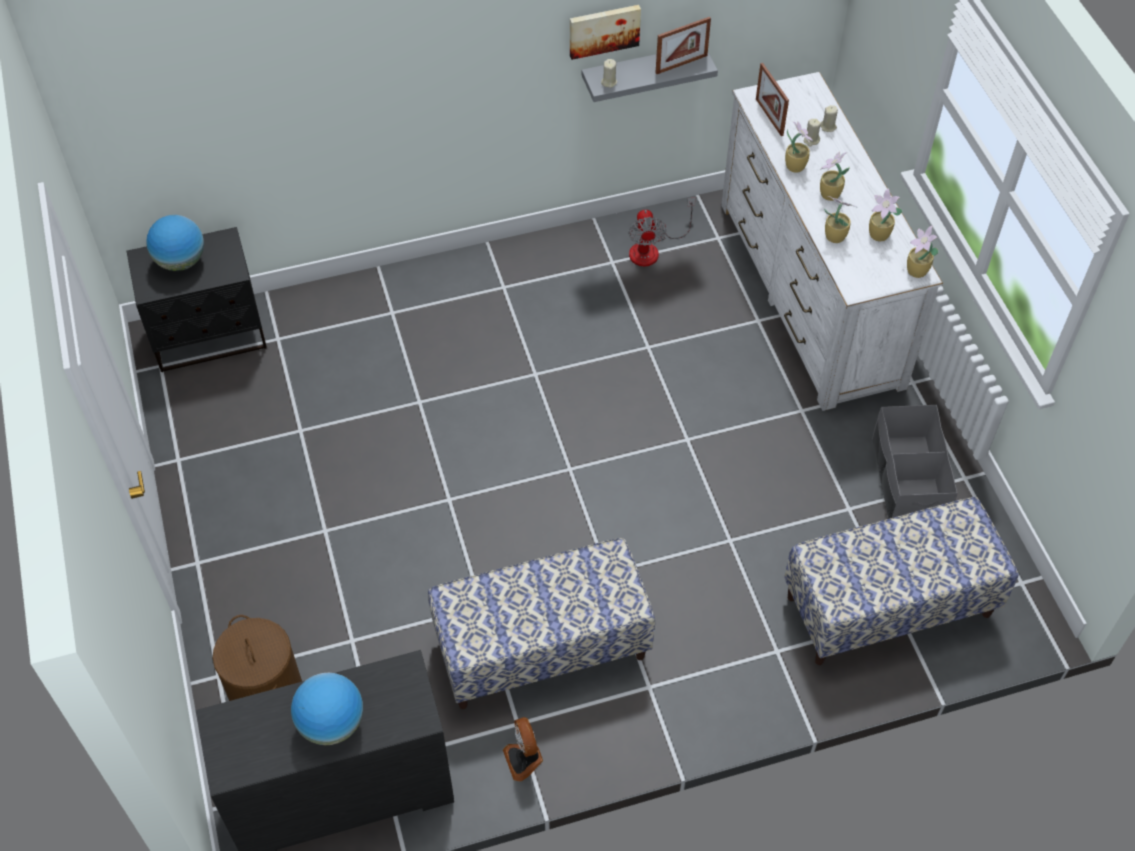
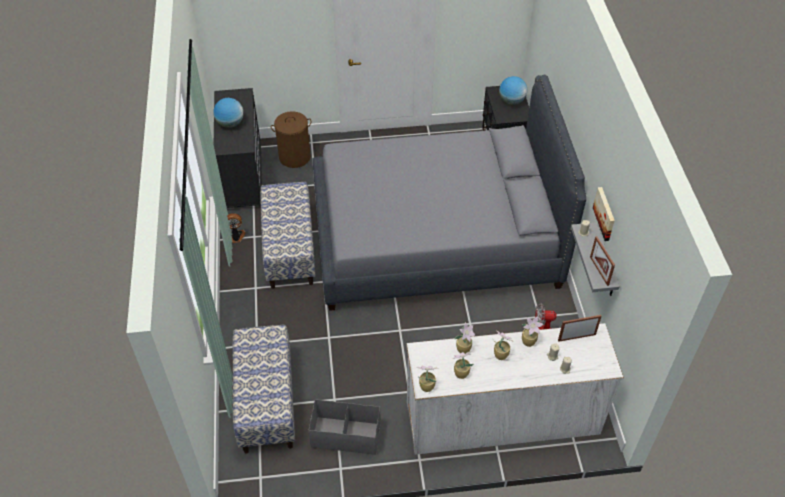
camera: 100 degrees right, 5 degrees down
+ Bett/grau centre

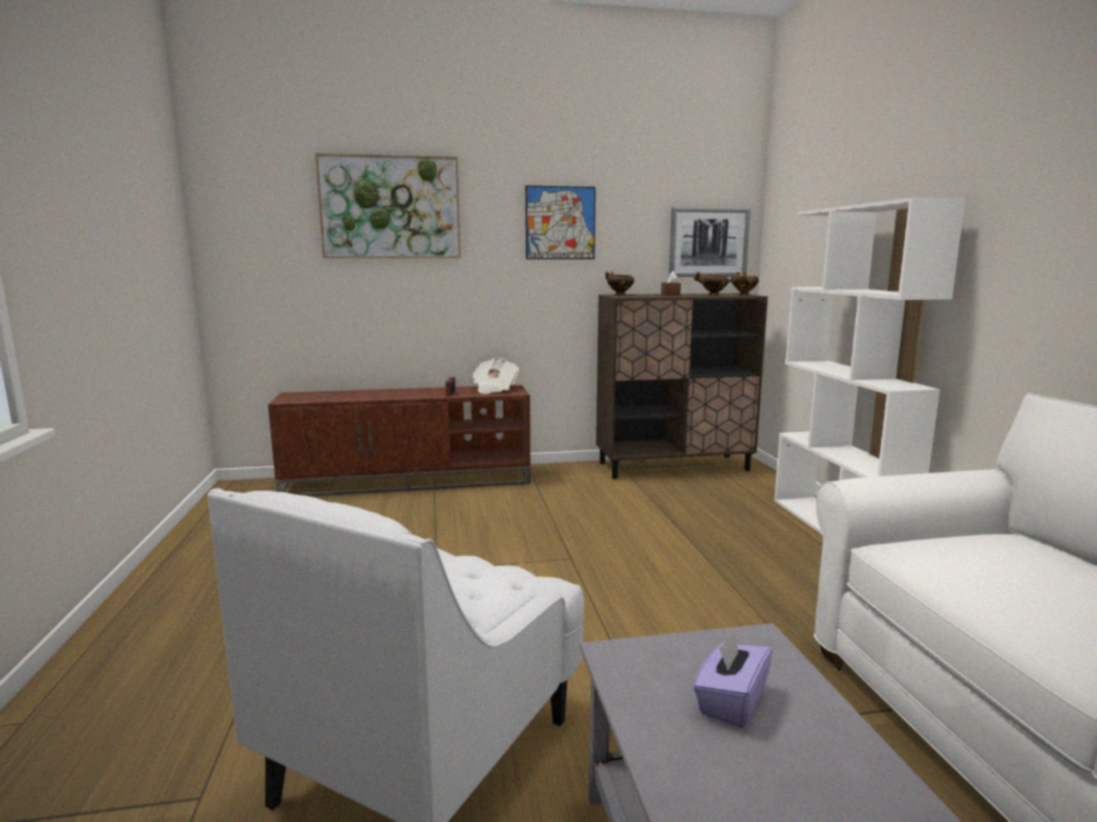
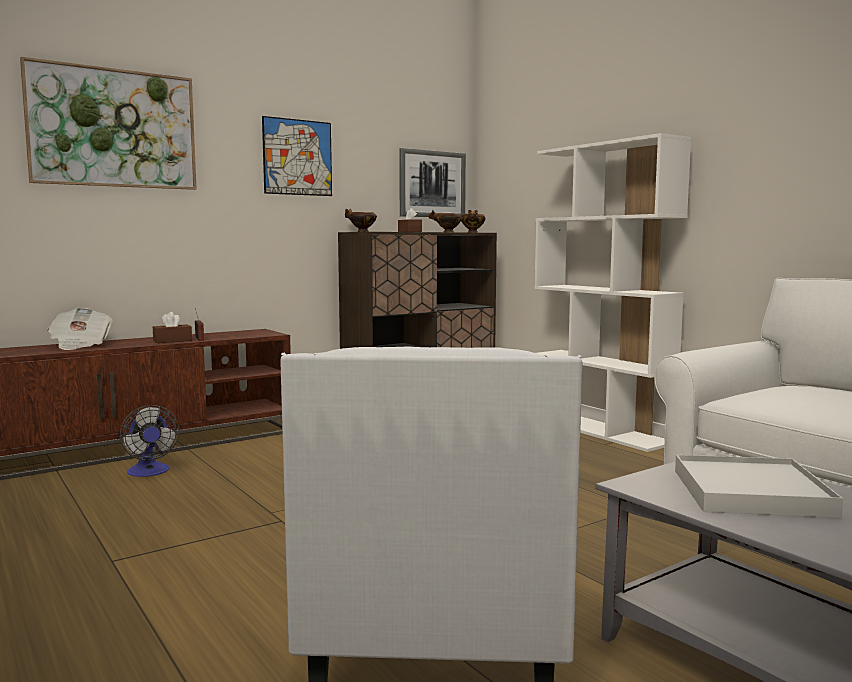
camera: 25 degrees left, 5 degrees down
~ Zeitung centre to middle left
~ Taschentuchbox/lila bottom right to Tablett/weiß bottom right
+ Ventilator middle left
+ Taschentuchbox/braun (1st from left) middle left

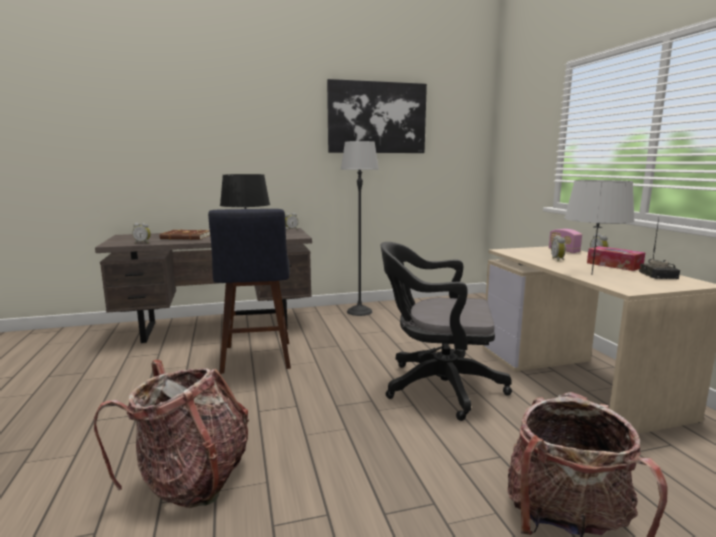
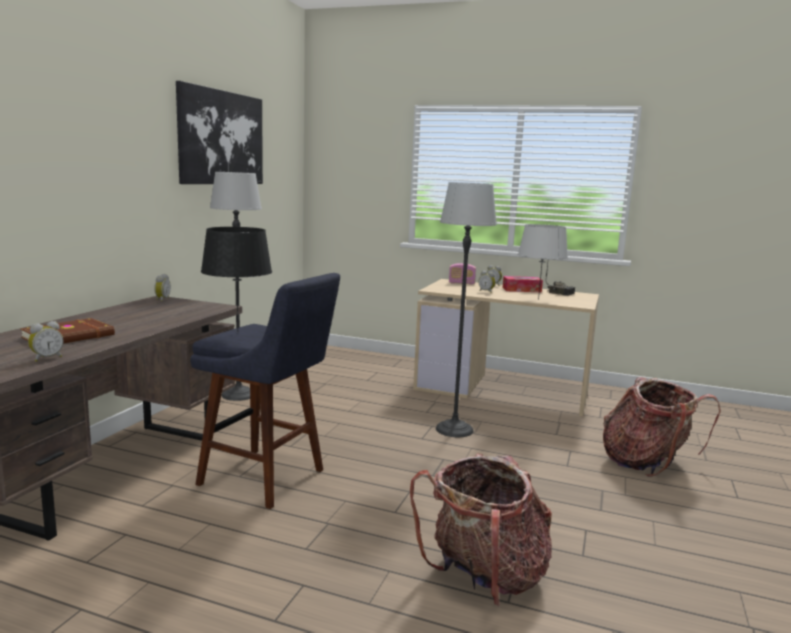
camera: 55 degrees left, 0 degrees up
~ Bürostuhl/schwarz centre to Stehlampe (2nd from left) centre

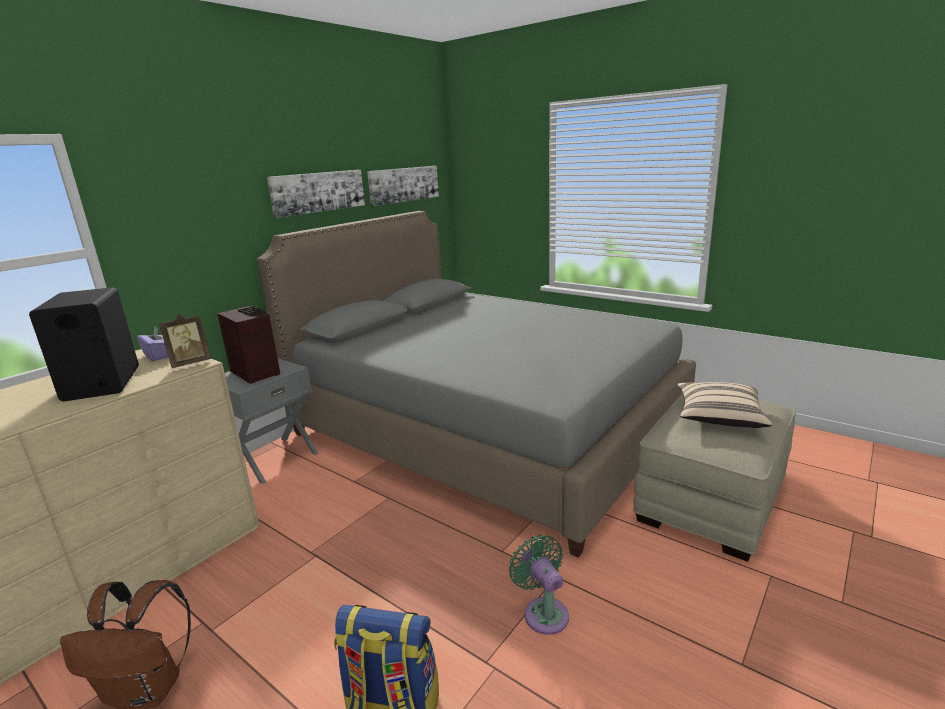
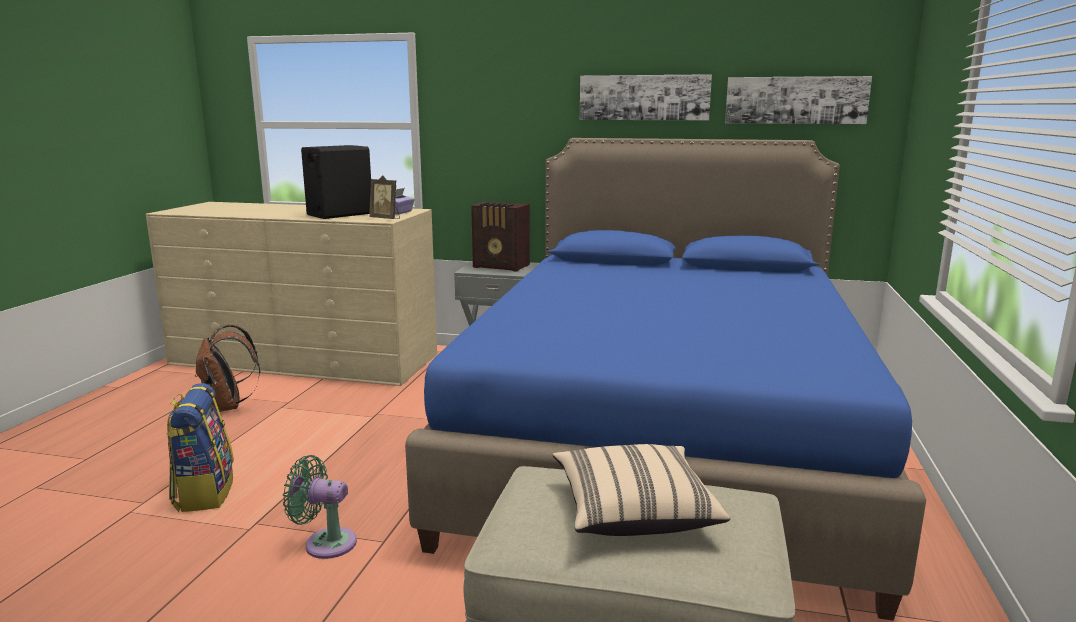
camera: 65 degrees right, 5 degrees down
~ Radio middle left = centre 90 degrees clockwise
~ Bett/grau centre to Bett/blau centre
~ Ventilator/grün bottom centre = bottom left 120 degrees counterclockwise

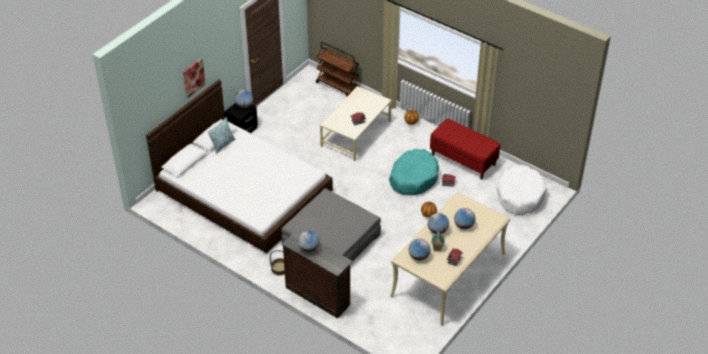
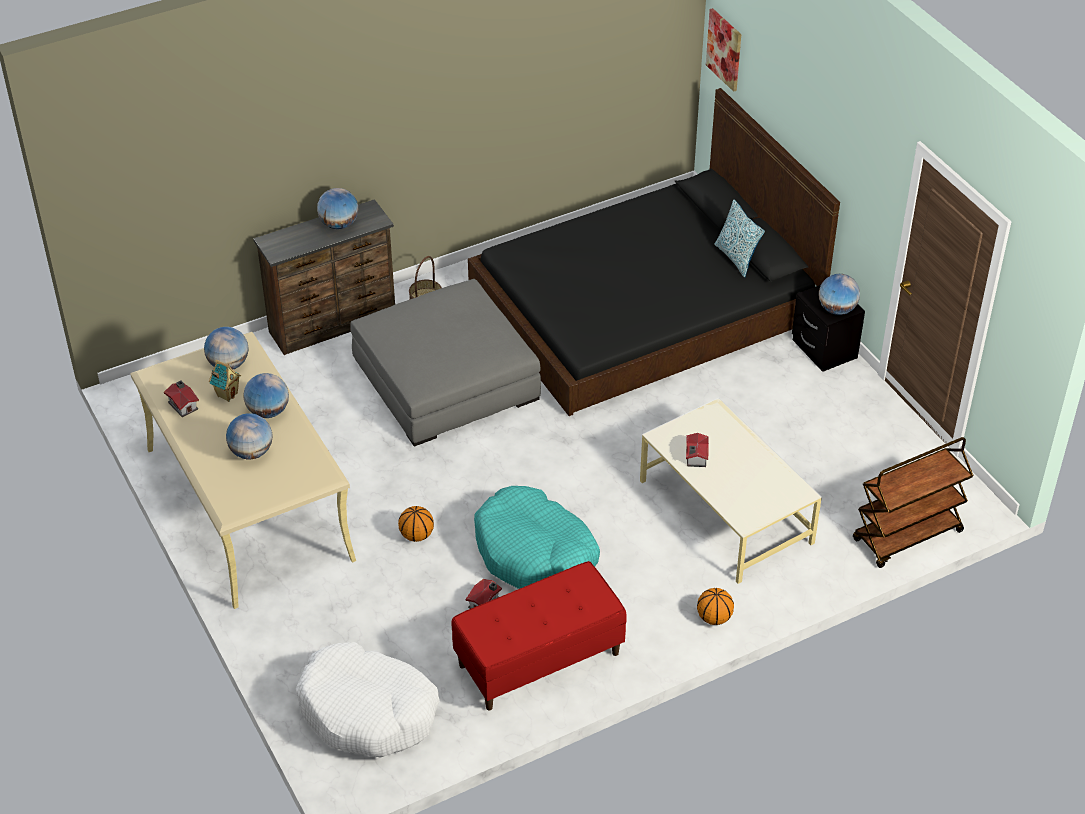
camera: 115 degrees right, 0 degrees up
~ Bett/weiß centre to Bett/schwarz top centre
~ Bild top left to top centre

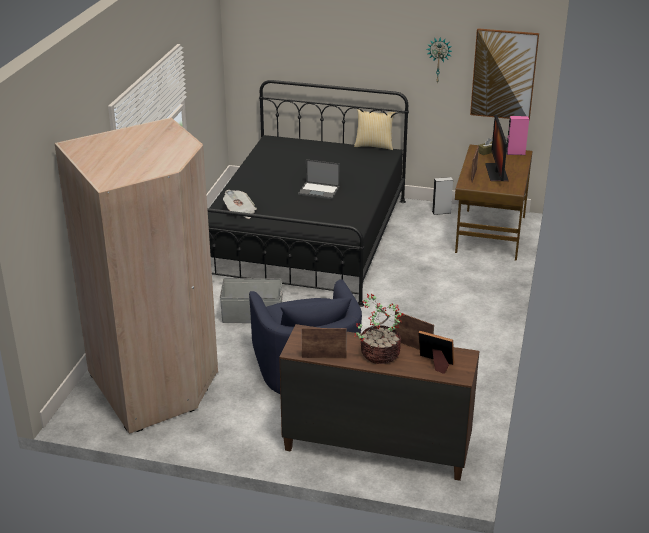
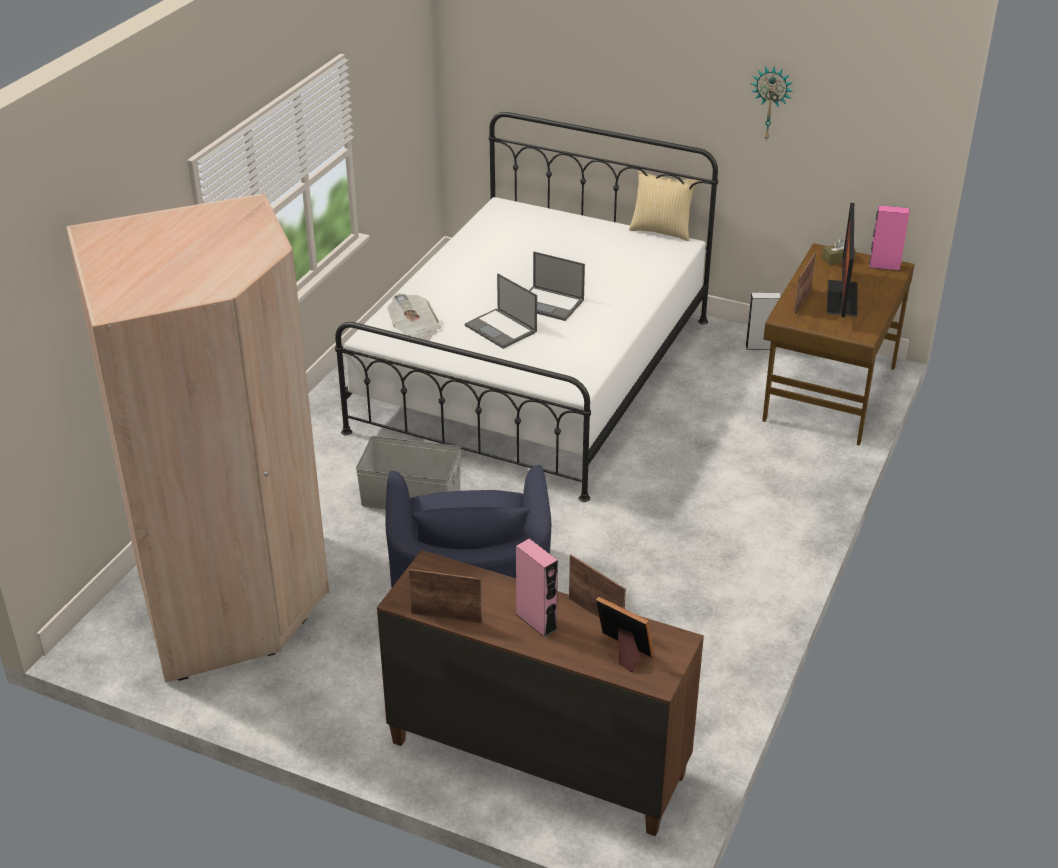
camera: 10 degrees right, 5 degrees up
~ Bett/schwarz centre to Bett/weiß centre
~ Topfpflanze centre to Lautsprecher/rosa (1st from left) bottom centre
- Bild top right
+ Laptop (1st from left) centre

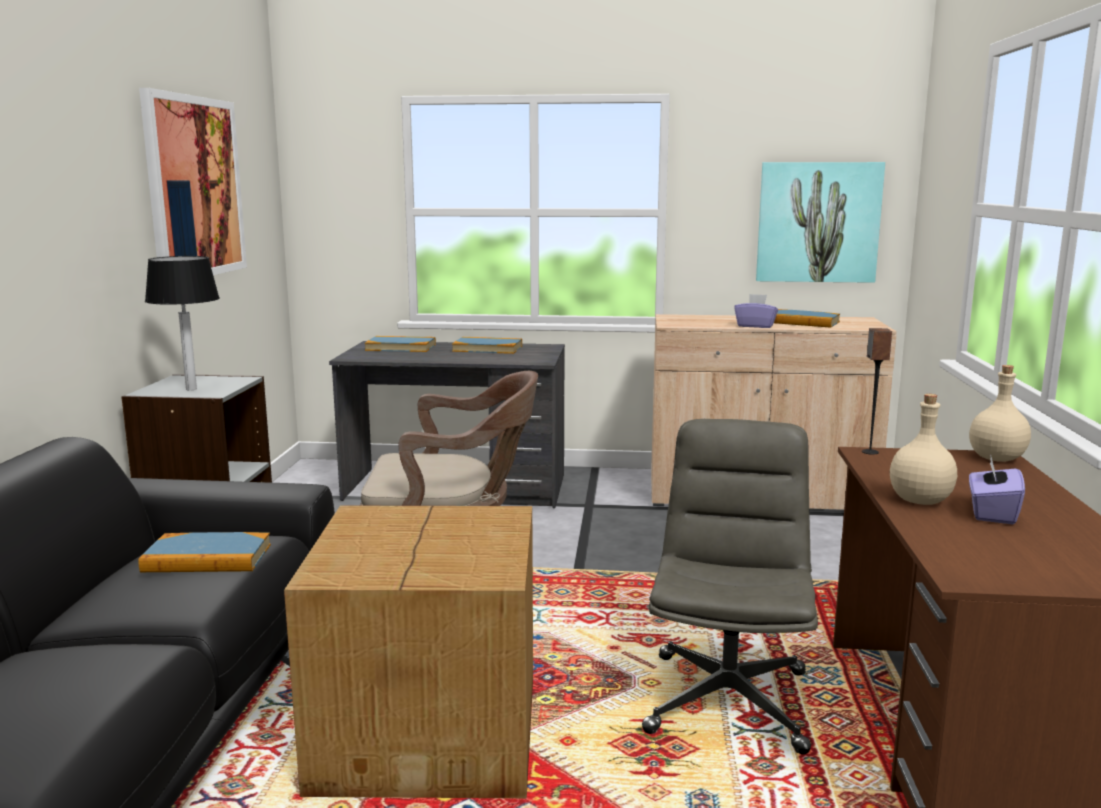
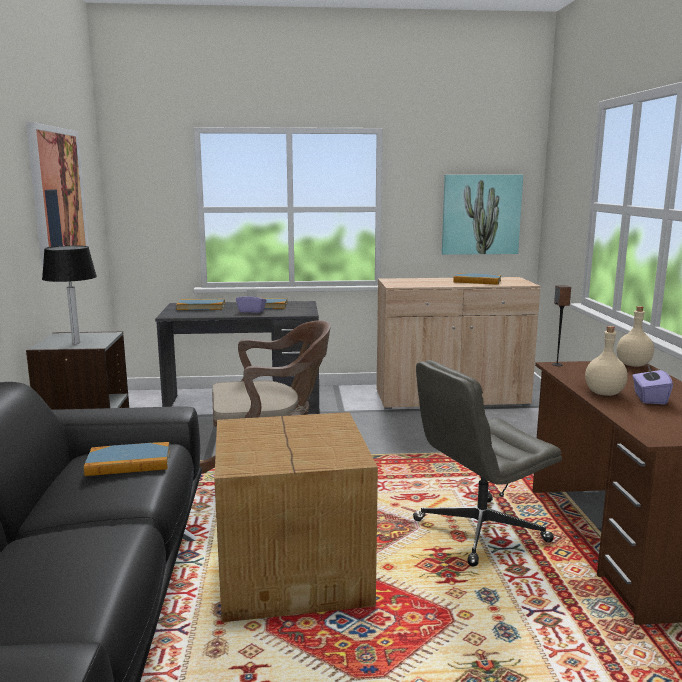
camera: 10 degrees left, 0 degrees up
~ Bürostuhl/grau bottom centre = bottom right 120 degrees counterclockwise
~ Taschentuchbox/lila (1st from left) middle right to centre

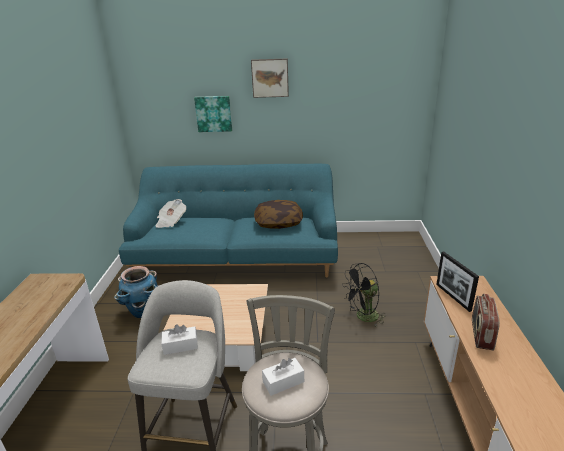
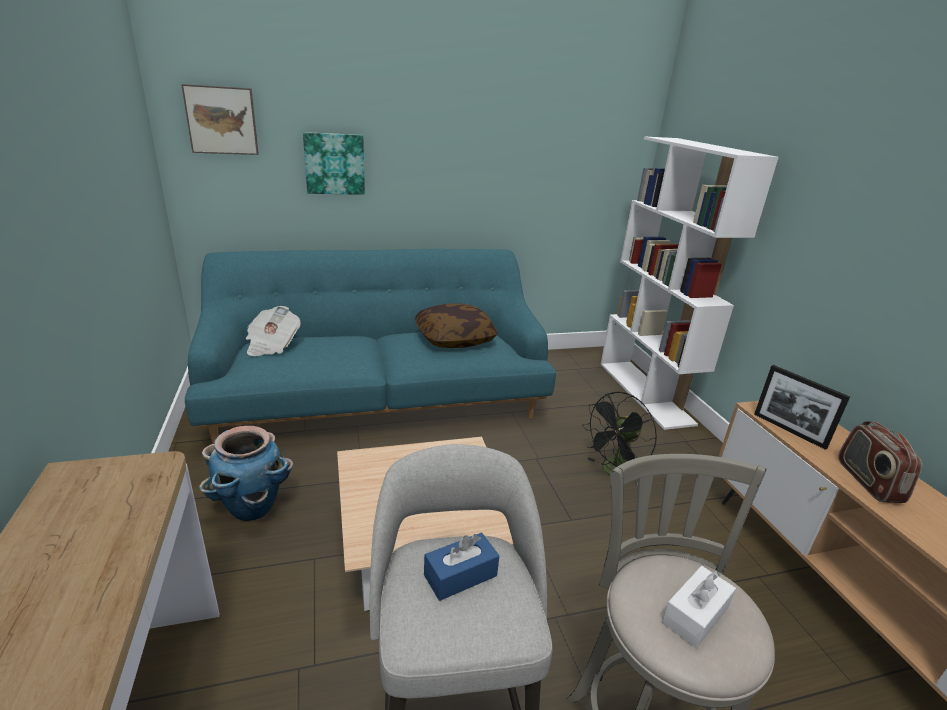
camera: 20 degrees left, 0 degrees up
~ Taschentuchbox/weiß (1st from left) bottom left to Taschentuchbox/blau bottom centre
~ Bild (2nd from left in the first image) top centre to Bild (1st from left) top left
+ Bücherregal/weiß middle right

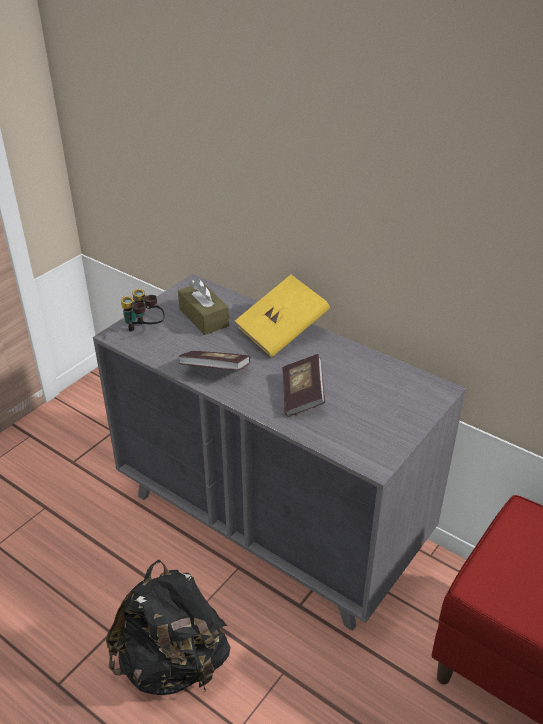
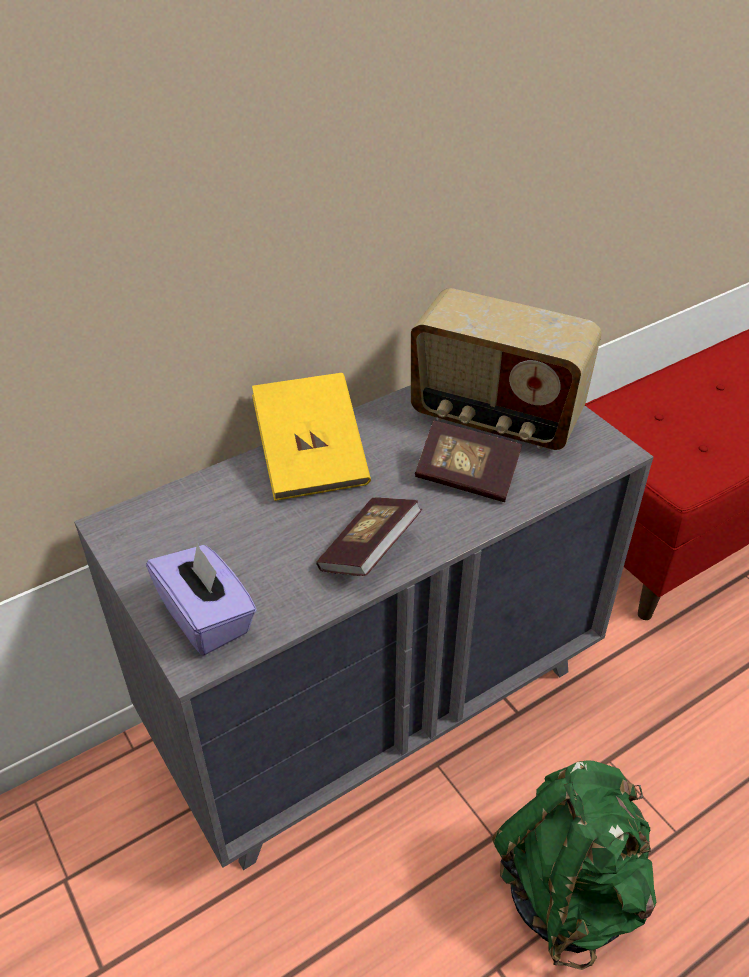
camera: 70 degrees left, 5 degrees up
~ Rucksack/schwarz bottom left to Rucksack/grün bottom right
~ Fernglas middle left to Taschentuchbox/lila middle left
- Taschentuchbox/braun centre
+ Radio middle right

